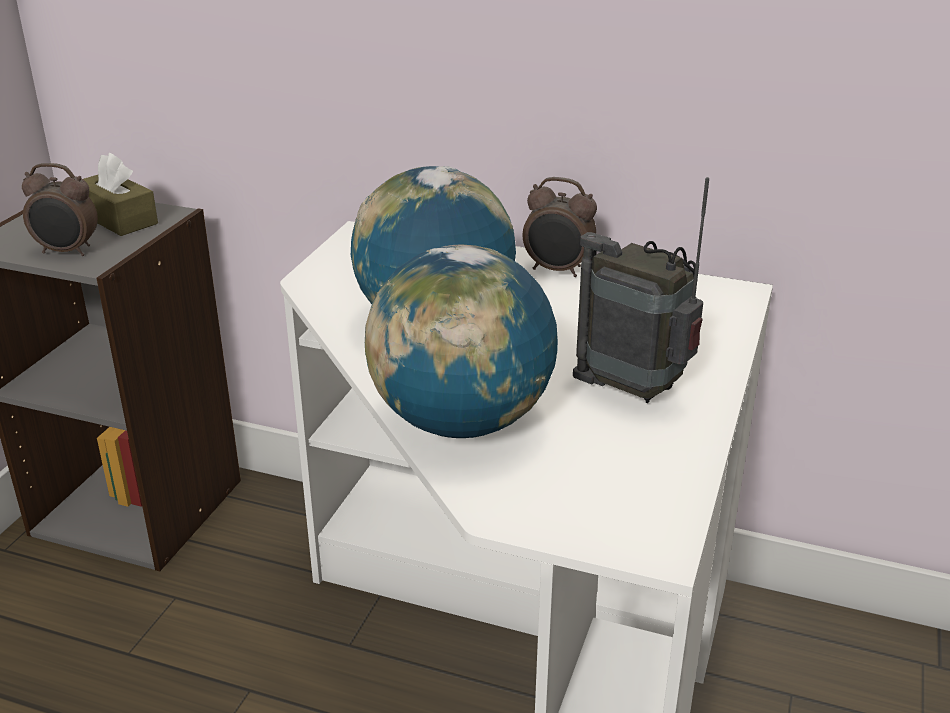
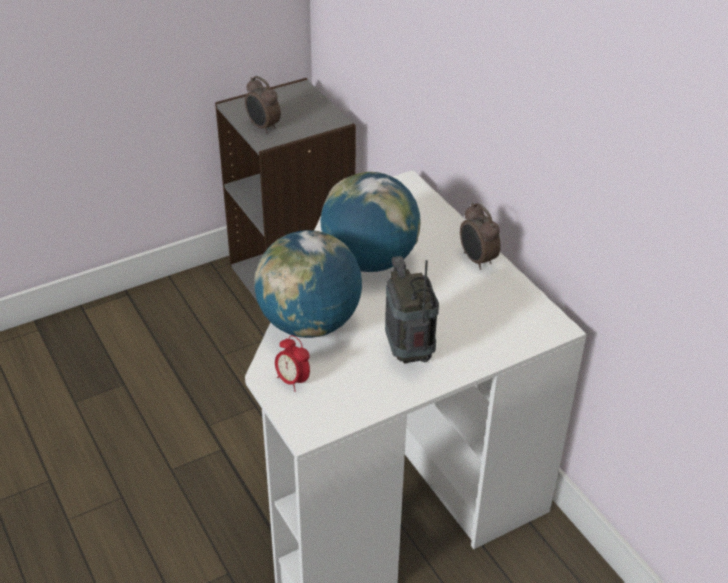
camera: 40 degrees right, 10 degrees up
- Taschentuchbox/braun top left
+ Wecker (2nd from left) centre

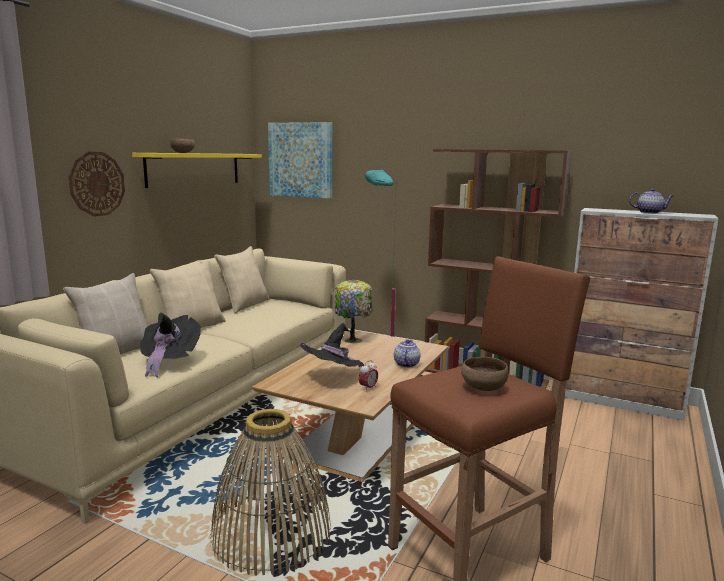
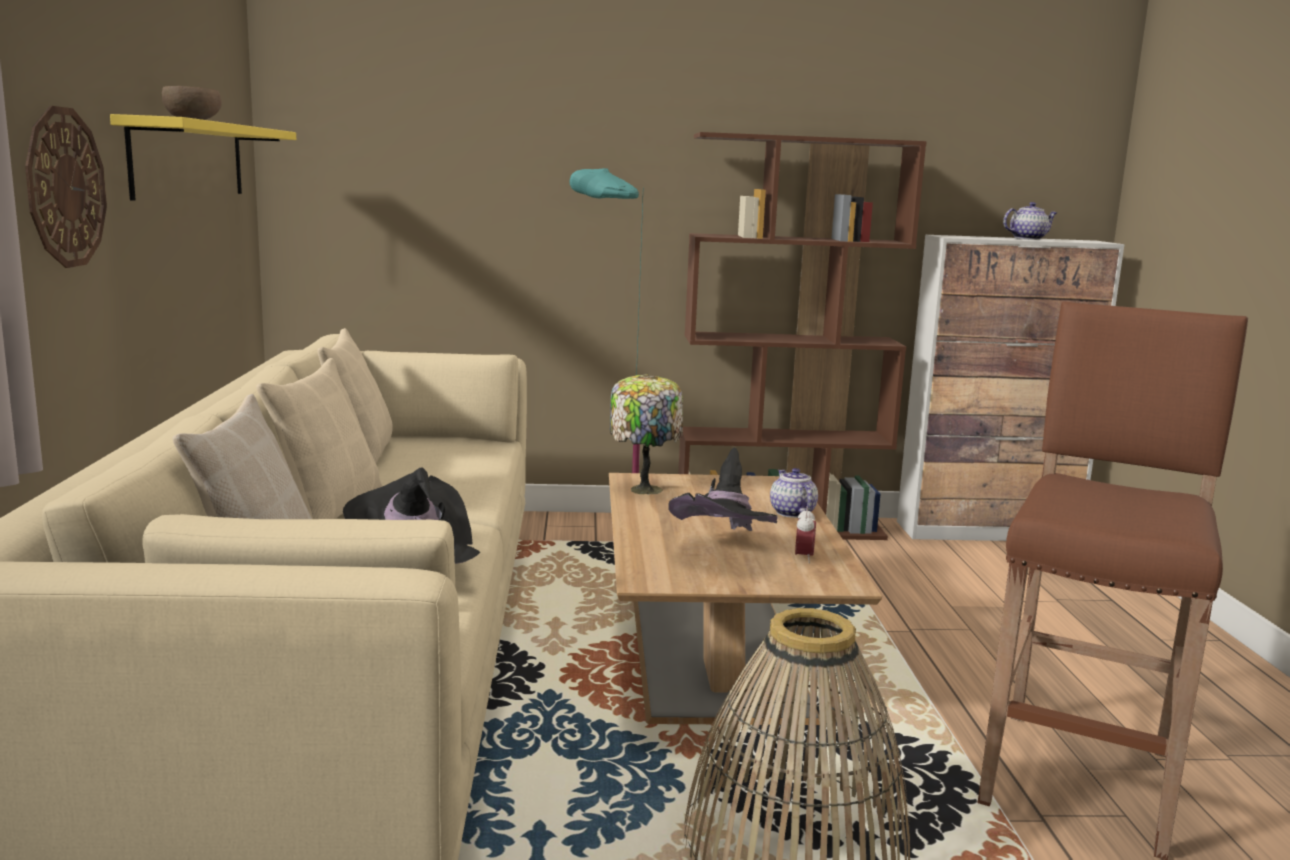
camera: 30 degrees left, 0 degrees up
- Bild top centre
- Schüssel/braun (2nd from left) middle right

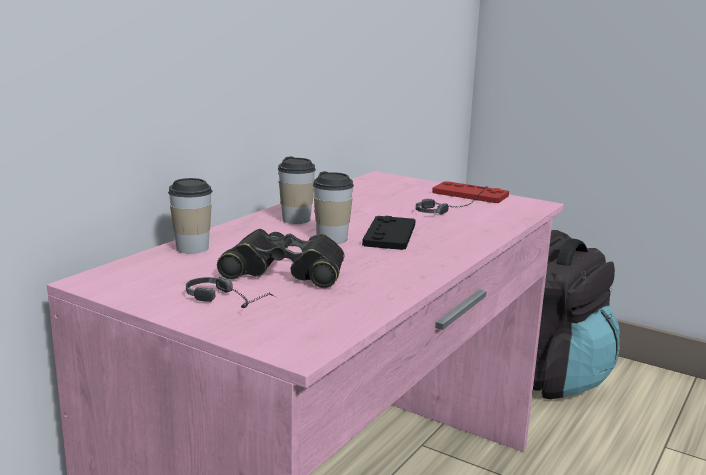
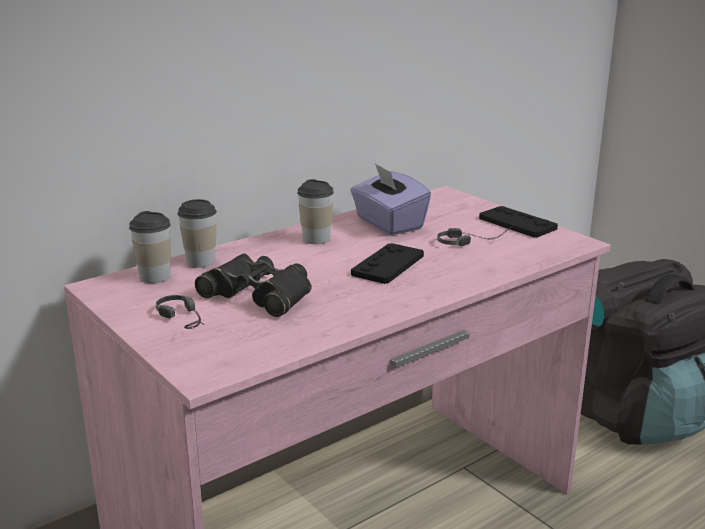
camera: 20 degrees right, 5 degrees up
~ Tasse (3rd from left in the first image) centre to Tasse (1st from left) middle left
~ Gamepad/rot centre to Gamepad/schwarz (2nd from left) middle right
+ Taschentuchbox/lila centre

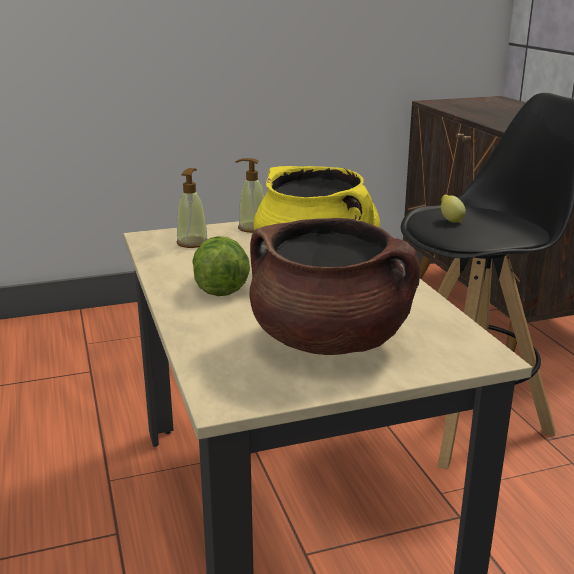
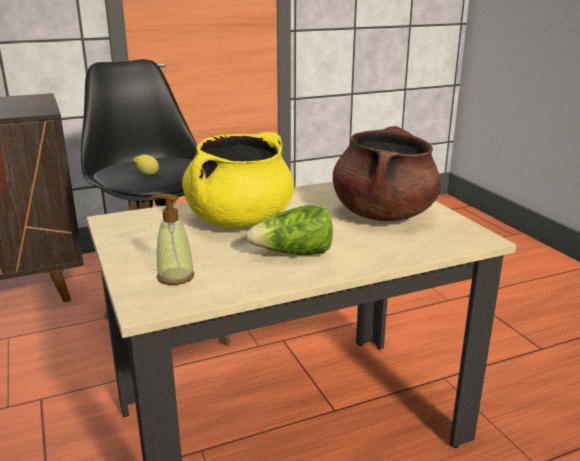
camera: 95 degrees left, 0 degrees up
- Seifenspender (2nd from left) centre

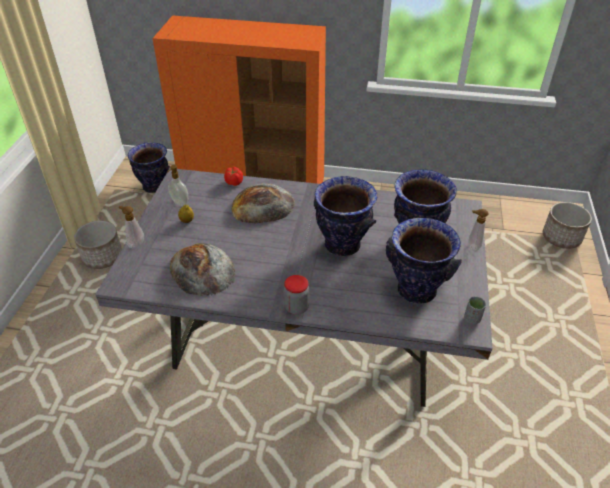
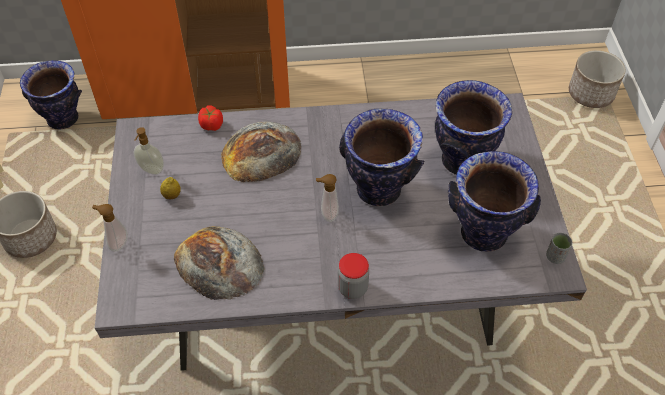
camera: 15 degrees left, 10 degrees up
~ Seifenspender (3rd from left) middle right to centre

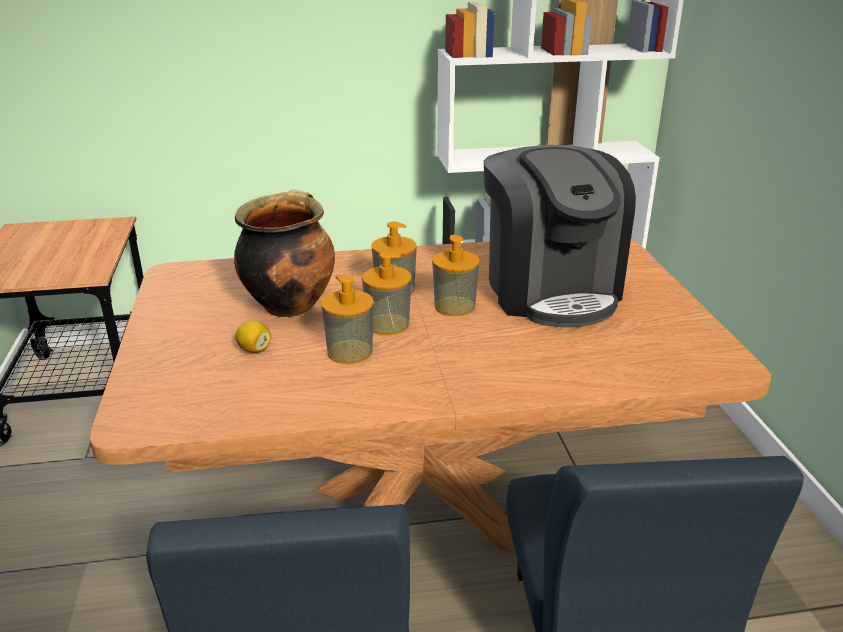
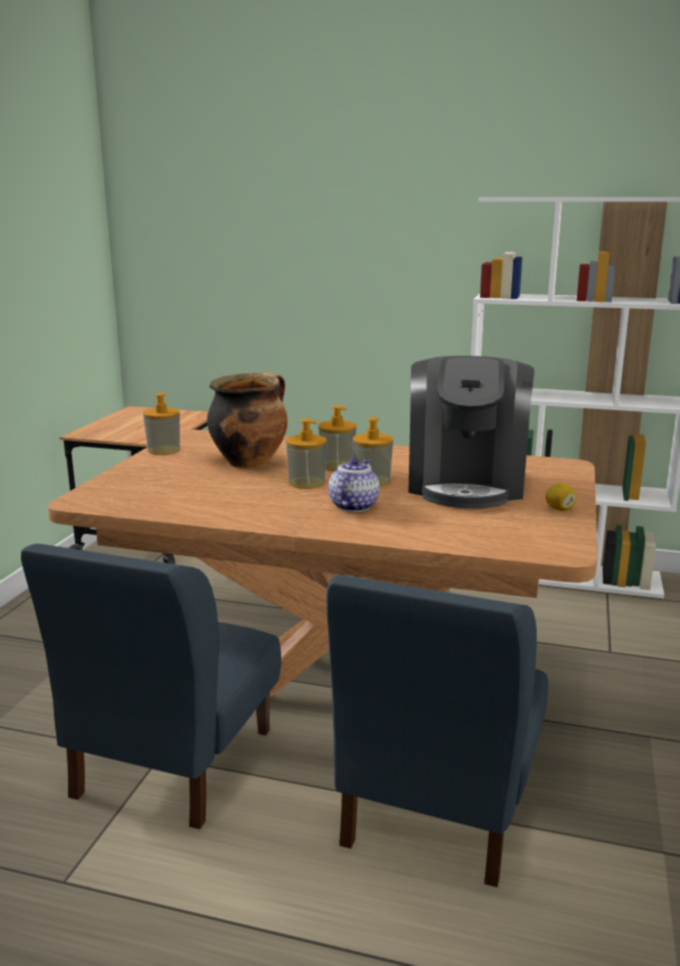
camera: 25 degrees right, 10 degrees down
~ Zitrone middle left to middle right
~ Seifenspender (1st from left) centre to middle left
+ Teekanne centre

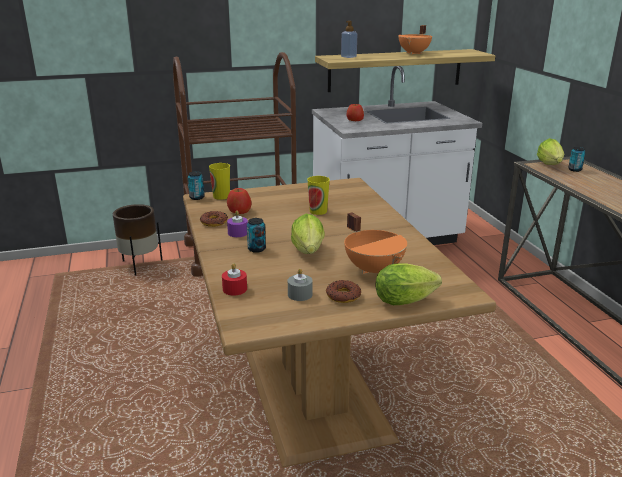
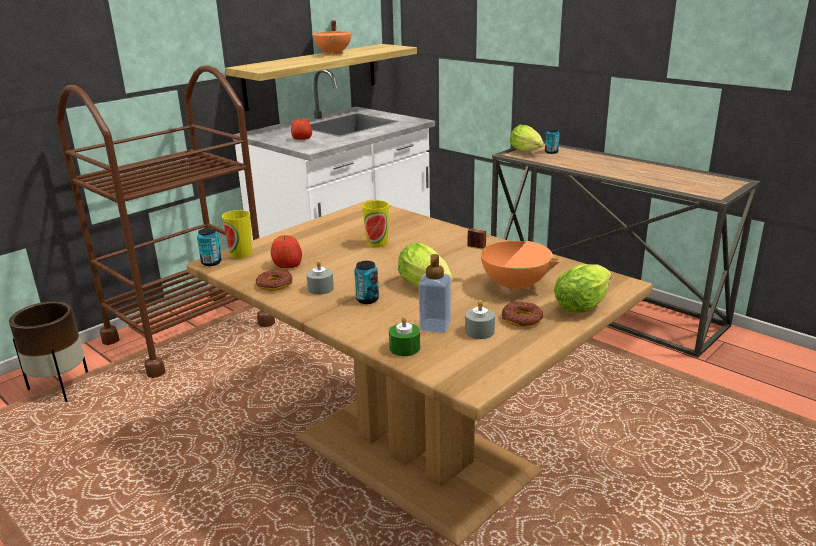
camera: 30 degrees left, 0 degrees up
~ Kerze/rot centre to Kerze/grün centre
~ Kerze/lila centre to Kerze/grau (1st from left) centre
~ Seifenspender top centre to centre

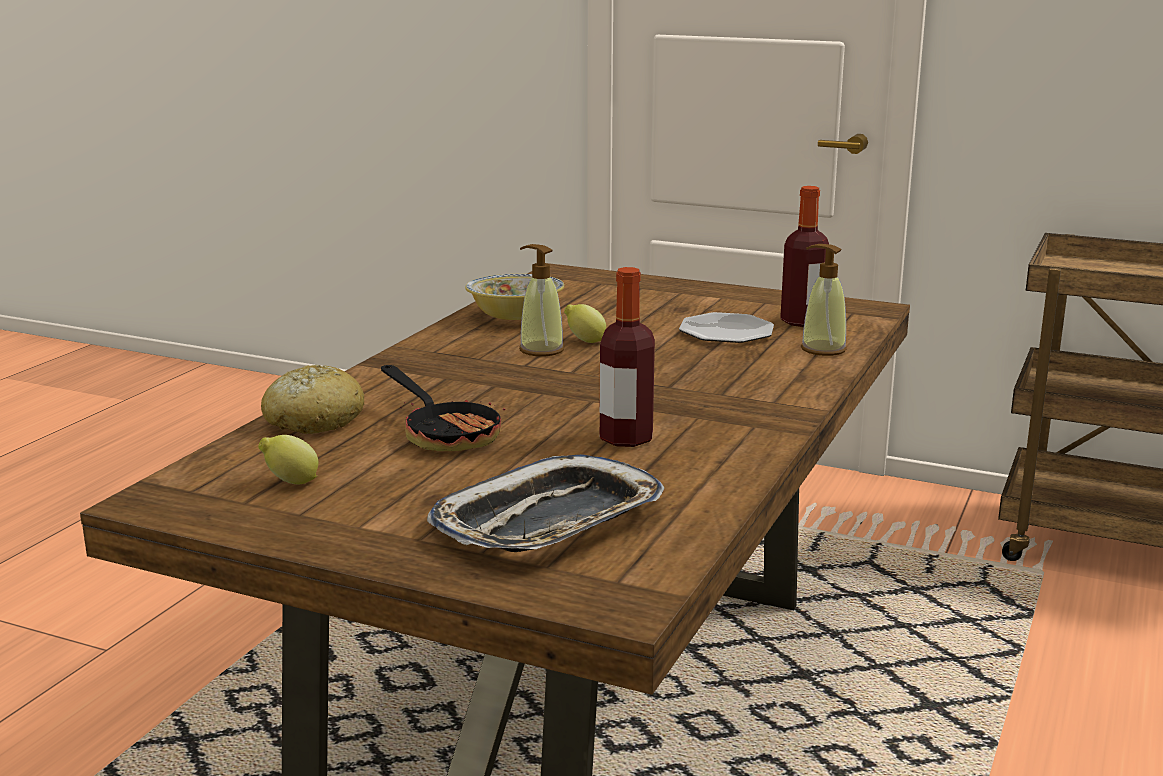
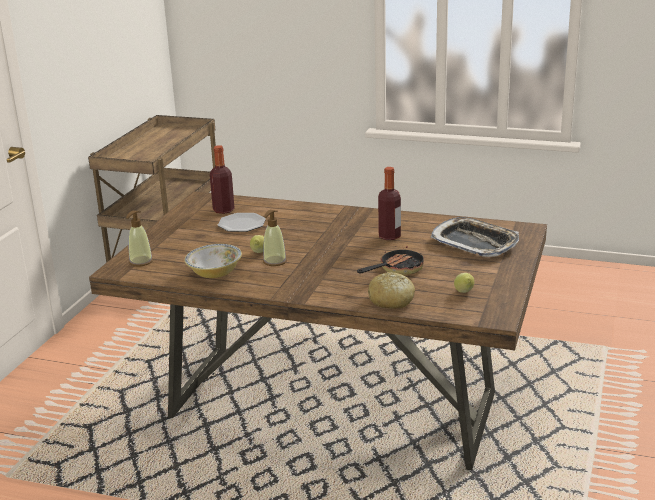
camera: 95 degrees left, 5 degrees up
~ Seifenspender (2nd from left in the first image) middle right to Seifenspender (1st from left) middle left

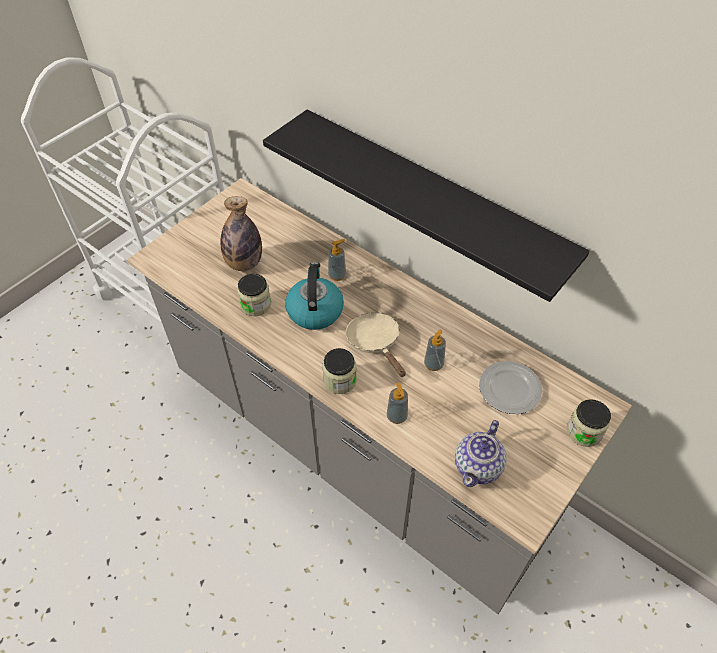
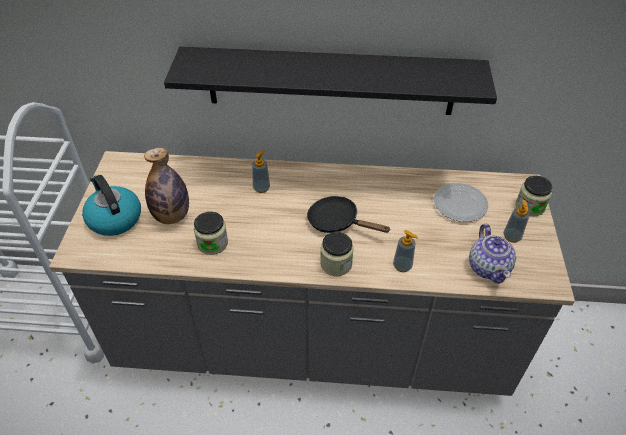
camera: 35 degrees left, 5 degrees down
~ Wasserkessel centre to middle left
~ Pfanne/beige centre to Pfanne/schwarz centre
~ Seifenspender (3rd from left) centre to middle right

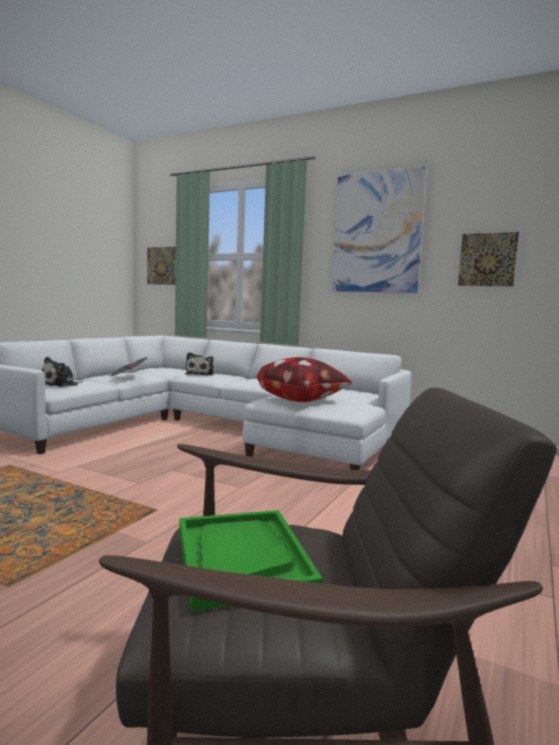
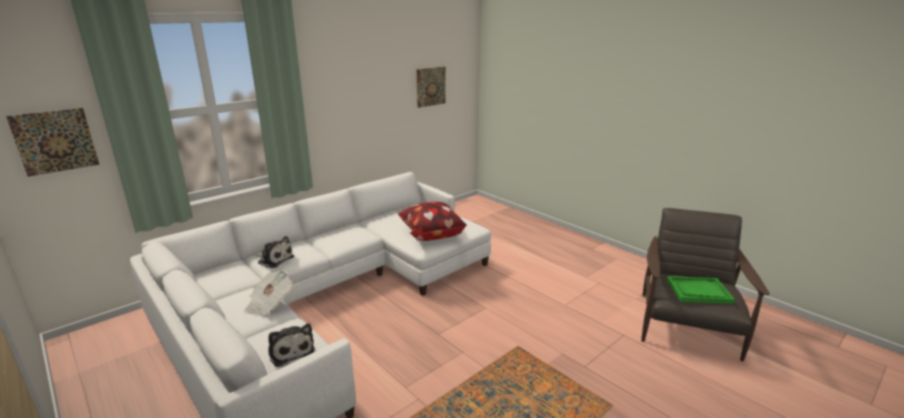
camera: 70 degrees left, 15 degrees up
- Bild (2nd from left) top right

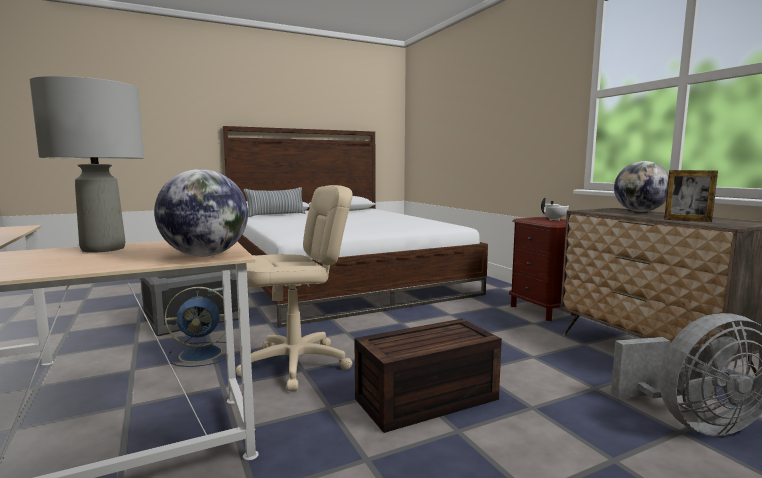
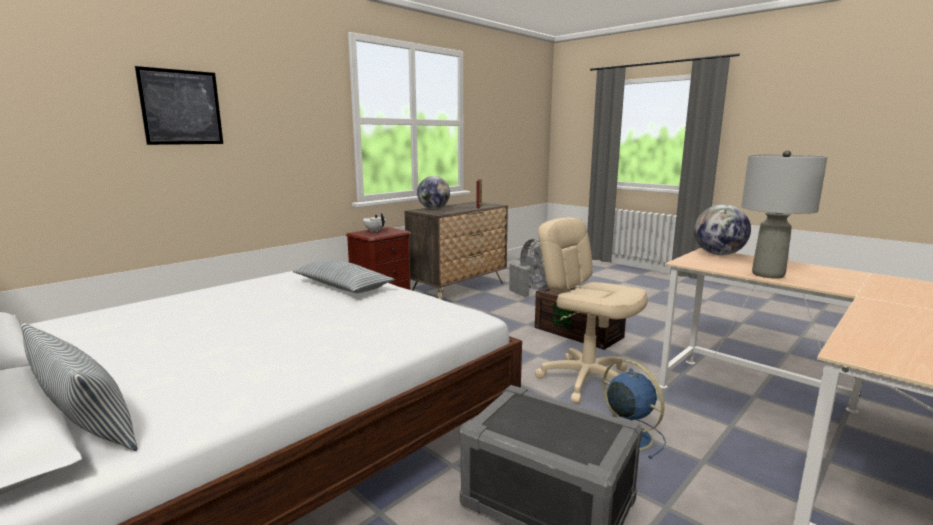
camera: 110 degrees left, 5 degrees up
+ Bild top left
+ Kissen (2nd from left) centre

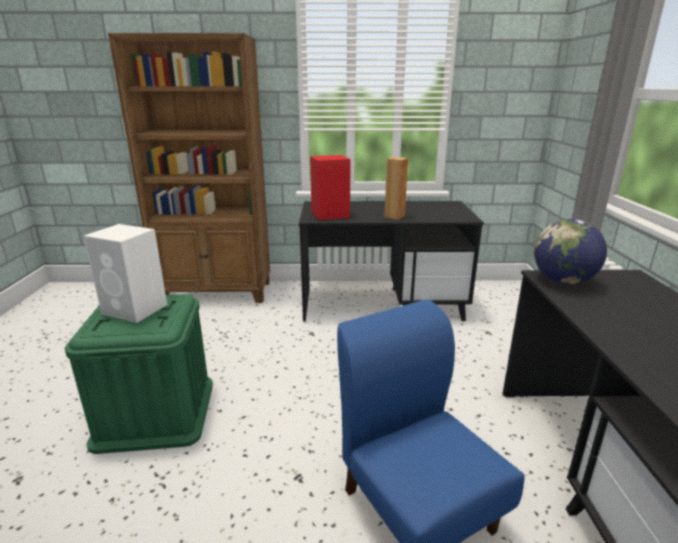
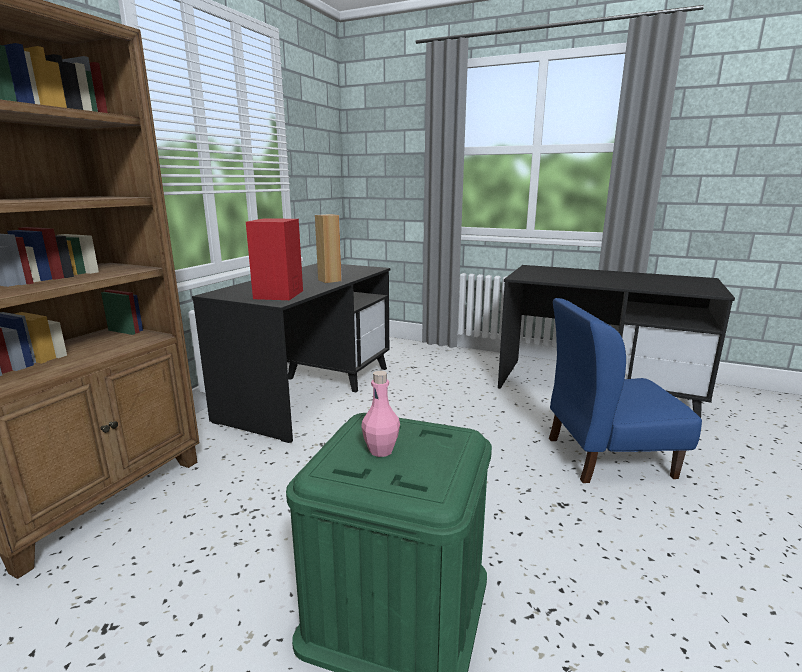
camera: 65 degrees left, 5 degrees down
~ Lautsprecher/weiß middle left to Flasche/rosa centre
- Globus middle right

